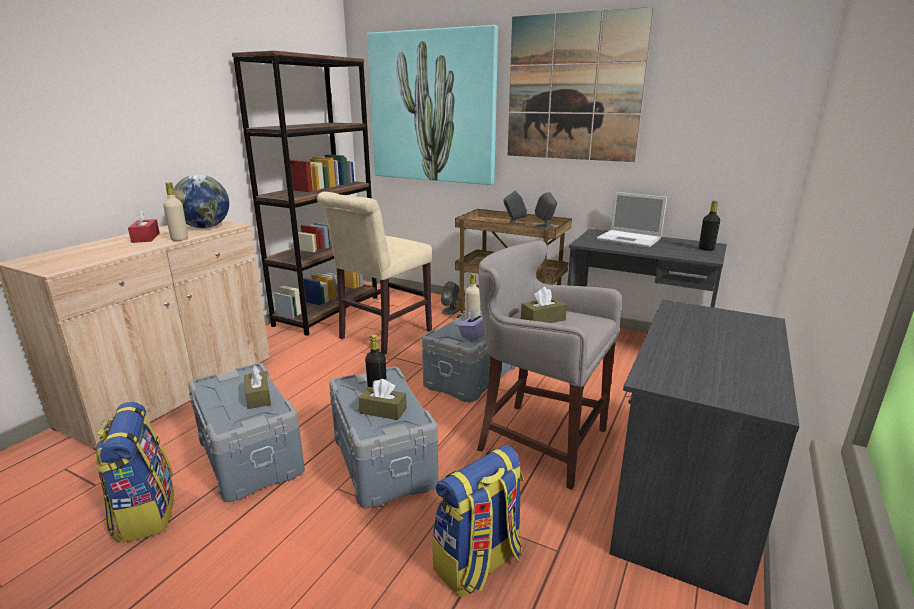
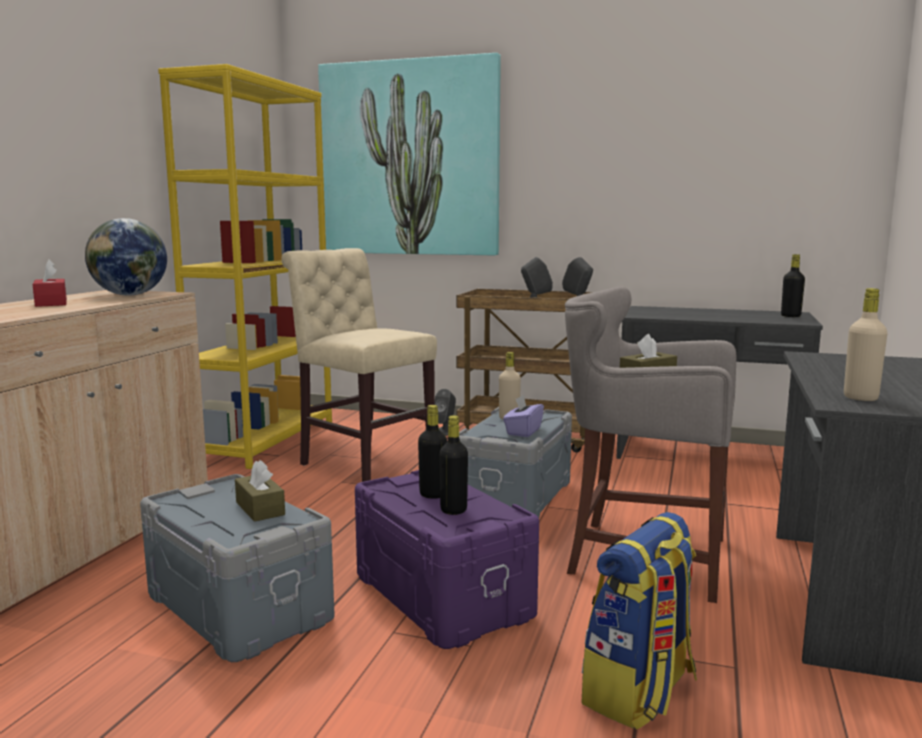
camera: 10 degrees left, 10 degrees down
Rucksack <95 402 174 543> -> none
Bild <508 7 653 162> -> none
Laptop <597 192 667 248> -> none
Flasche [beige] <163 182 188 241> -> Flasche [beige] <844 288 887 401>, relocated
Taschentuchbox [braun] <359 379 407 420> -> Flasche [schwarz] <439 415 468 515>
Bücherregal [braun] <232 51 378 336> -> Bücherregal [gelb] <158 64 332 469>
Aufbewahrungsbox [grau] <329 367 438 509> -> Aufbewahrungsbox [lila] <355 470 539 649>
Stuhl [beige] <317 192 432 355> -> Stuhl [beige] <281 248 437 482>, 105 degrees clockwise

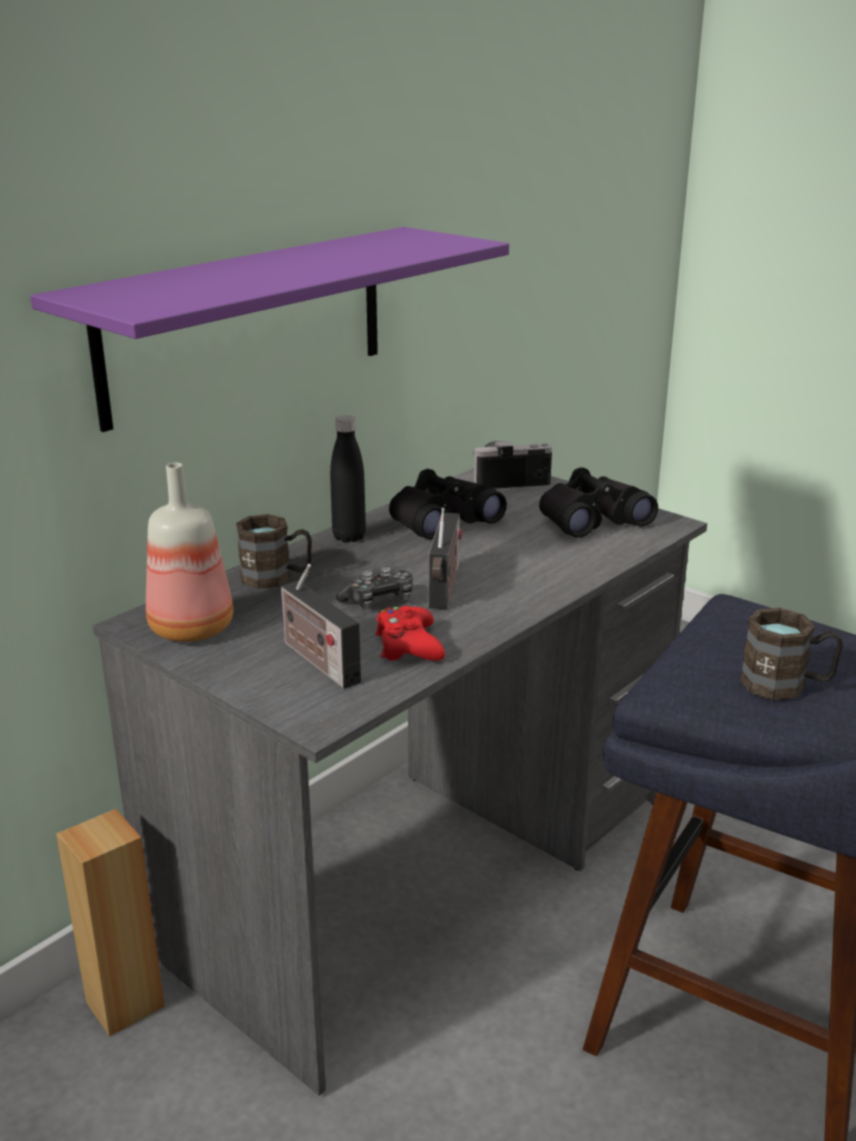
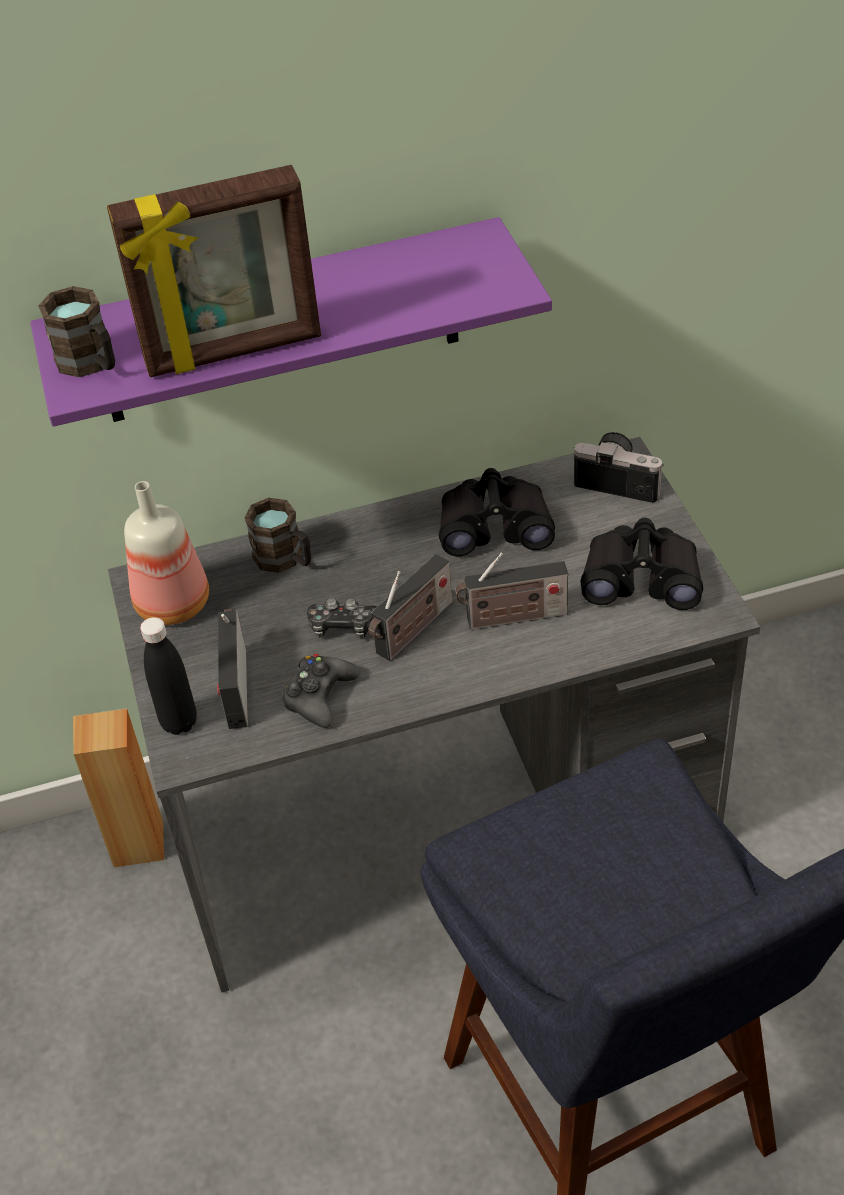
camera: 35 degrees right, 20 degrees up
none -> Bilderrahmen <107 165 321 377>
none -> Radio <455 552 568 630>
Flasche [schwarz] <330 415 366 542> -> Flasche [schwarz] <140 617 197 735>, relocated
Henkelbecher [braun] <740 608 843 700> -> Henkelbecher [braun] <38 286 115 377>, relocated
Gamepad [rot] <375 606 445 661> -> Gamepad [schwarz] <282 654 360 728>

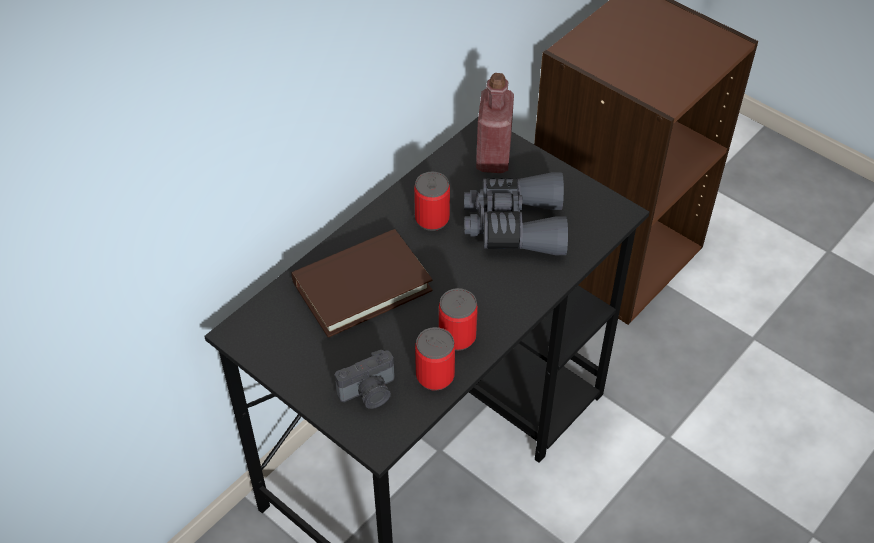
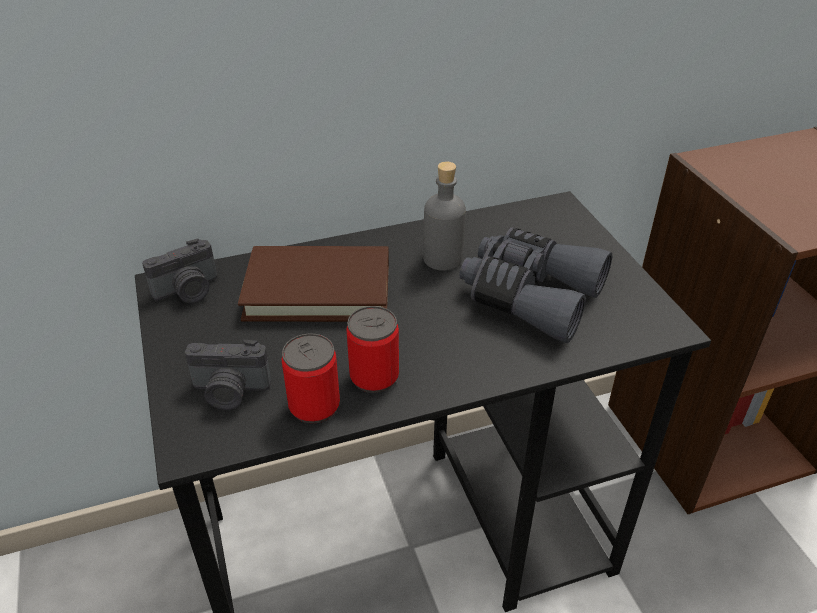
camera: 30 degrees right, 10 degrees down
Flasche [rot] <476 73 514 173> -> none
none -> Kamera <142 238 217 303>
Dose <414 172 450 231> -> Flasche [grau] <423 162 466 271>

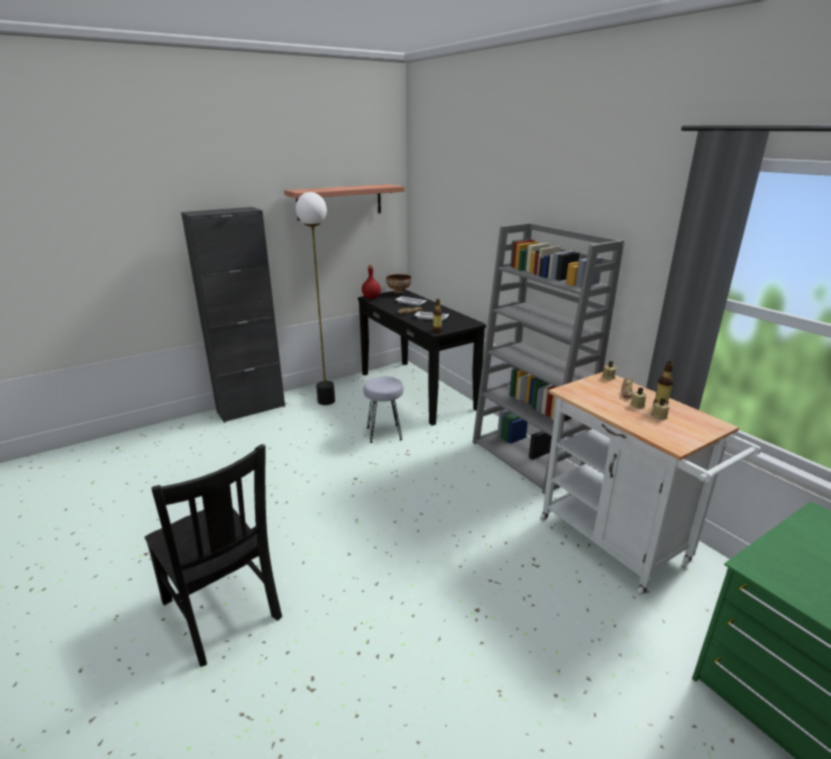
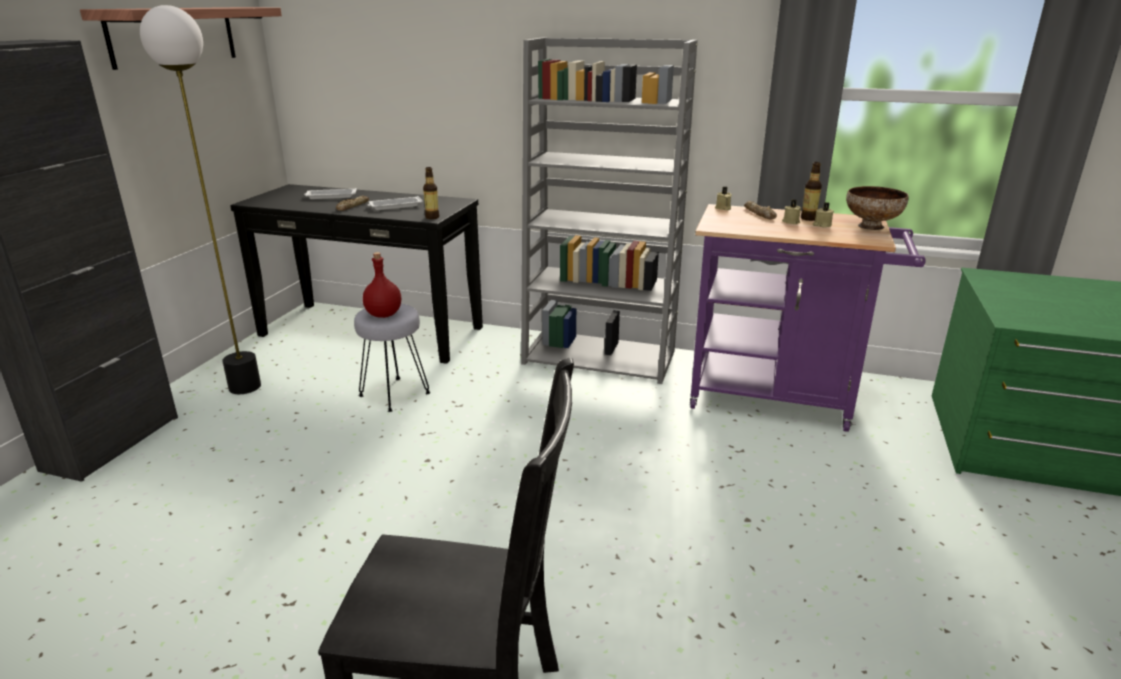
camera: 40 degrees left, 0 degrees up
Flasche [rot] <362 265 381 299> -> Flasche [rot] <363 252 401 318>, relocated
Schüssel <386 274 412 294> -> Schüssel <846 186 908 230>, relocated
Rollwagen [weiß] <540 372 761 596> -> Rollwagen [lila] <690 204 926 432>

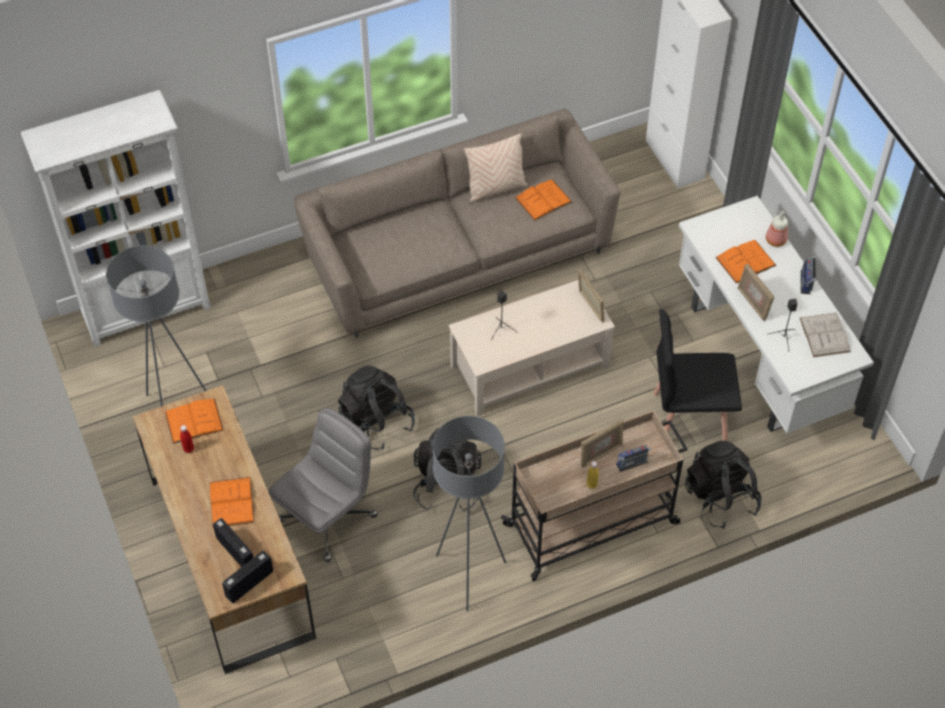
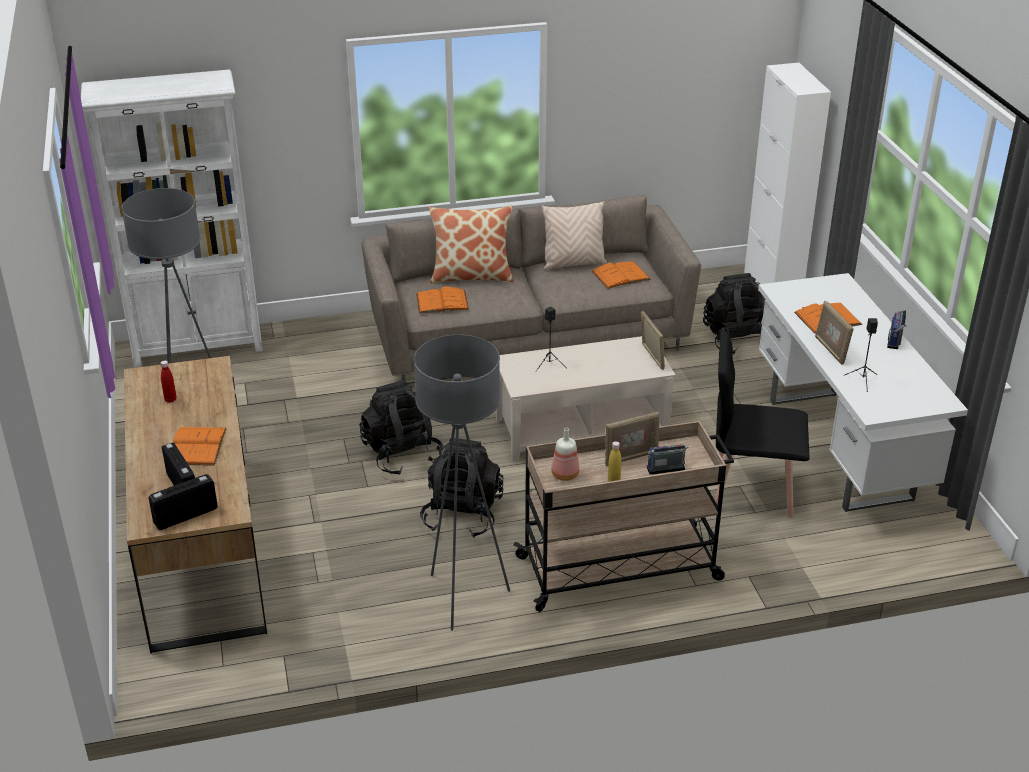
camera: 10 degrees right, 20 degrees down
Bürostuhl [grau] <269 408 378 562> -> none
Buch [weiß] <800 313 851 357> -> none
none -> Kissen <429 206 513 283>
Buch [orange] <165 399 224 444> -> Buch [orange] <416 287 469 314>, relocated
Rucksack [schwarz] <685 441 762 529> -> Rucksack [schwarz] <703 273 766 355>, relocated
Flasche <766 211 788 247> -> Flasche <551 428 579 481>, relocated

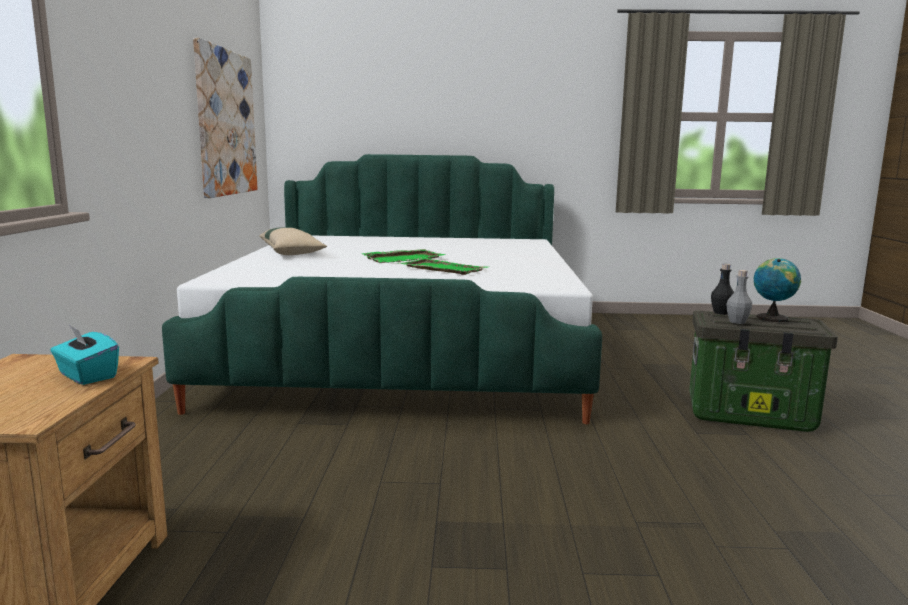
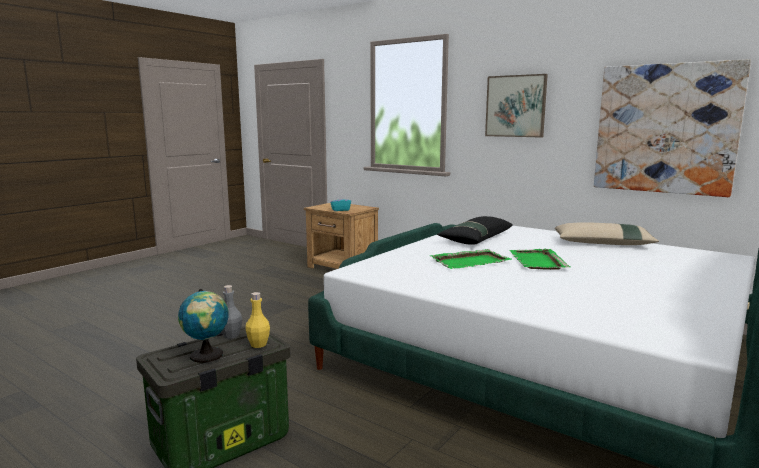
camera: 125 degrees right, 0 degrees up
none -> Kissen [schwarz] <437 216 513 245>
none -> Bild <485 74 548 138>
Flasche [schwarz] <711 264 734 315> -> Flasche [gelb] <245 292 270 348>

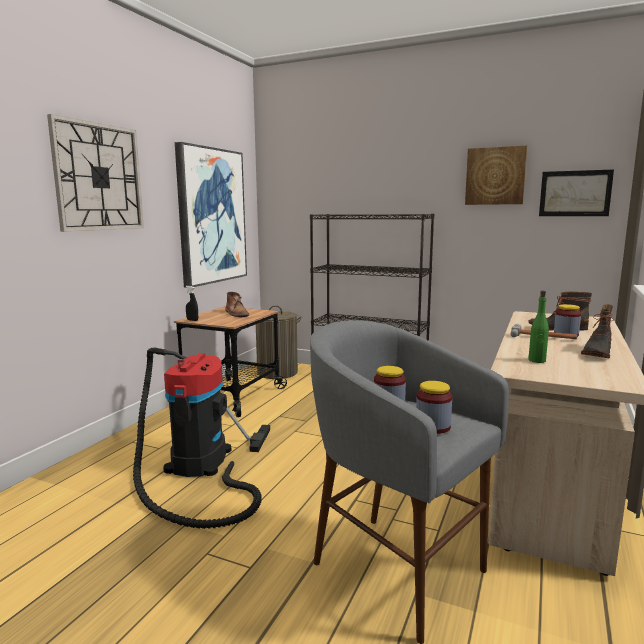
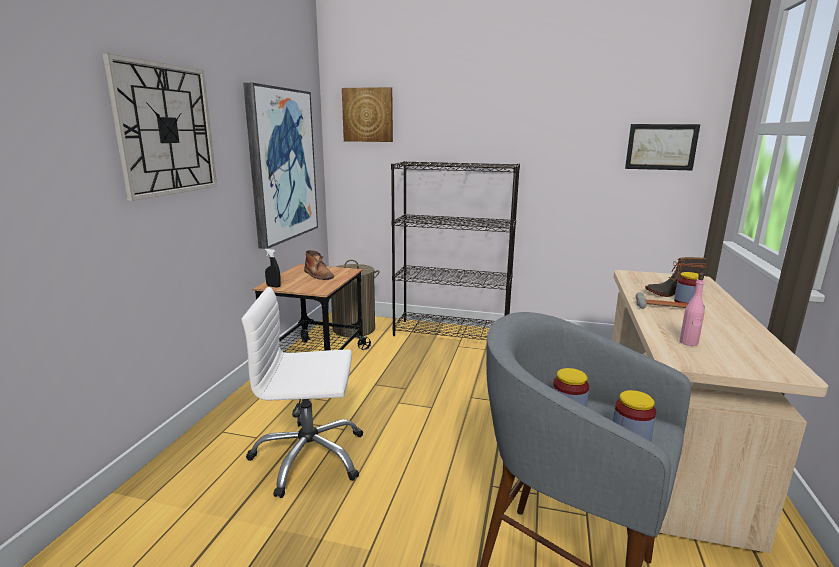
camera: 10 degrees left, 5 degrees up
Stiefel <581 304 614 358> -> none
Bild <465 145 527 205> -> Bild <342 87 393 142>, relocated
Staubsauger <133 348 270 529> -> Bürostuhl [weiß] <241 287 363 498>
Flasche [grün] <528 291 549 363> -> Flasche [rosa] <679 273 705 346>

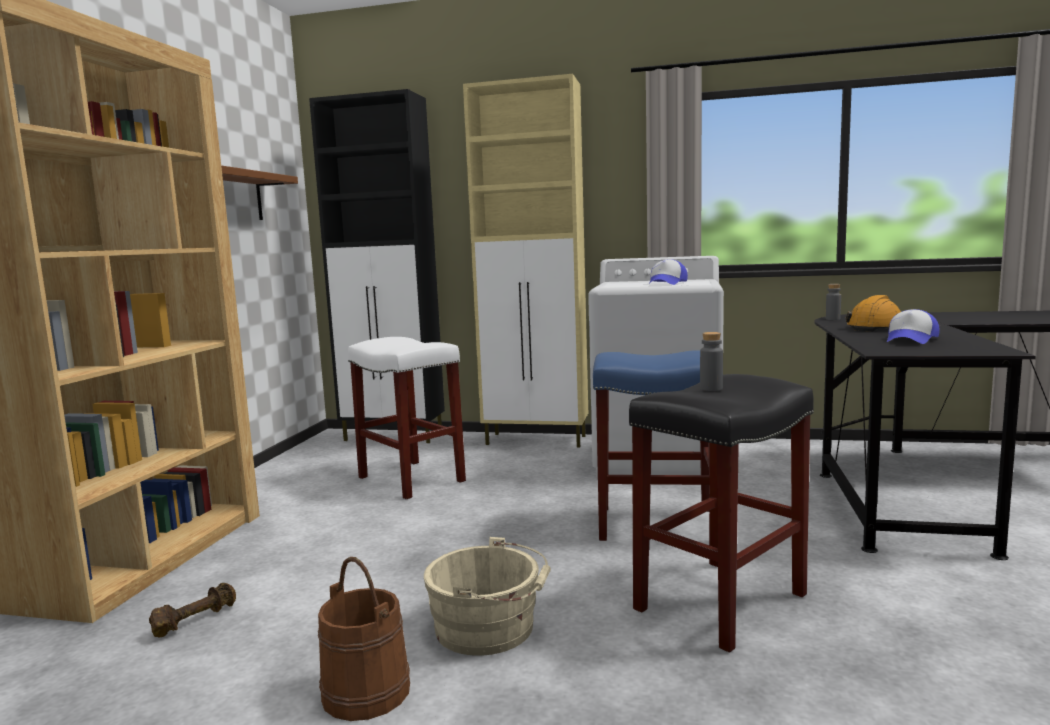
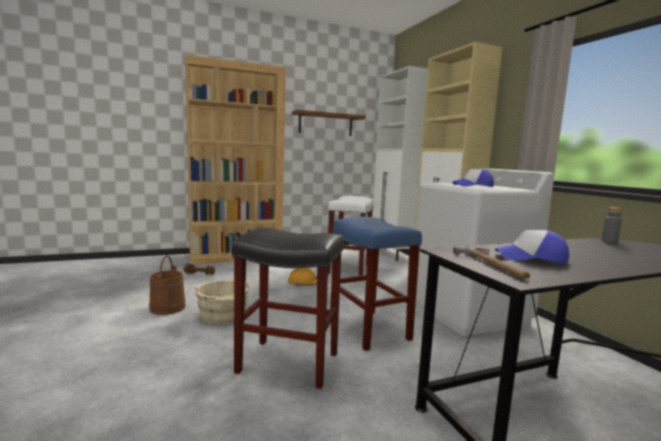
camera: 55 degrees right, 0 degrees up
Flasche [grau] <700 332 723 391> -> none
none -> Hammer <453 247 530 279>
Schutzhelm [orange] <845 295 901 332> -> Schutzhelm [orange] <288 268 317 286>, relocated
Schrank [schwarz] <309 89 445 443> -> Schrank [weiß] <372 66 428 261>

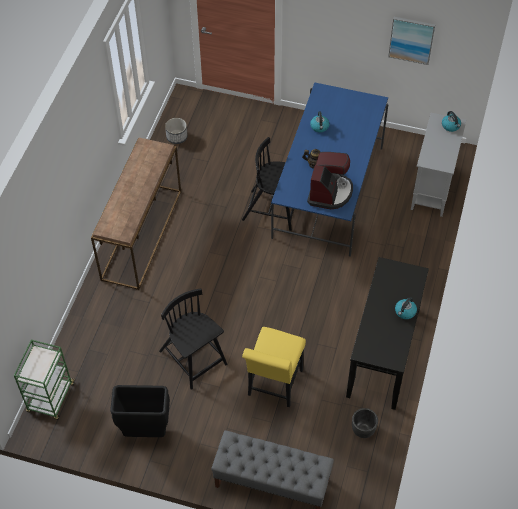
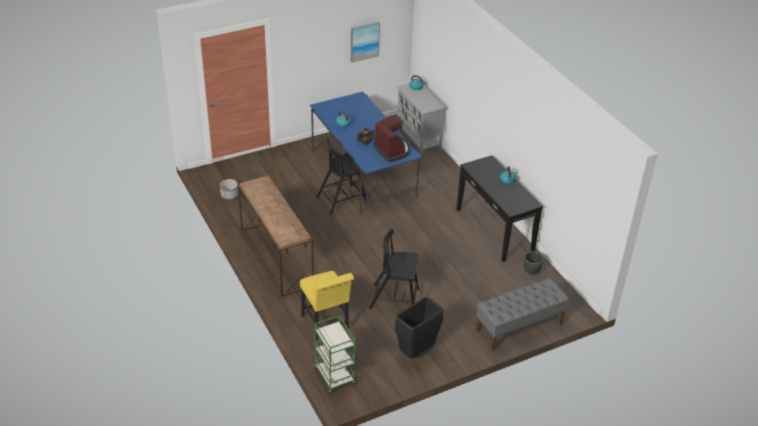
camera: 45 degrees left, 15 degrees down
Stuhl [gelb] <242 327 306 407> -> Stuhl [gelb] <300 271 354 340>, relocated

